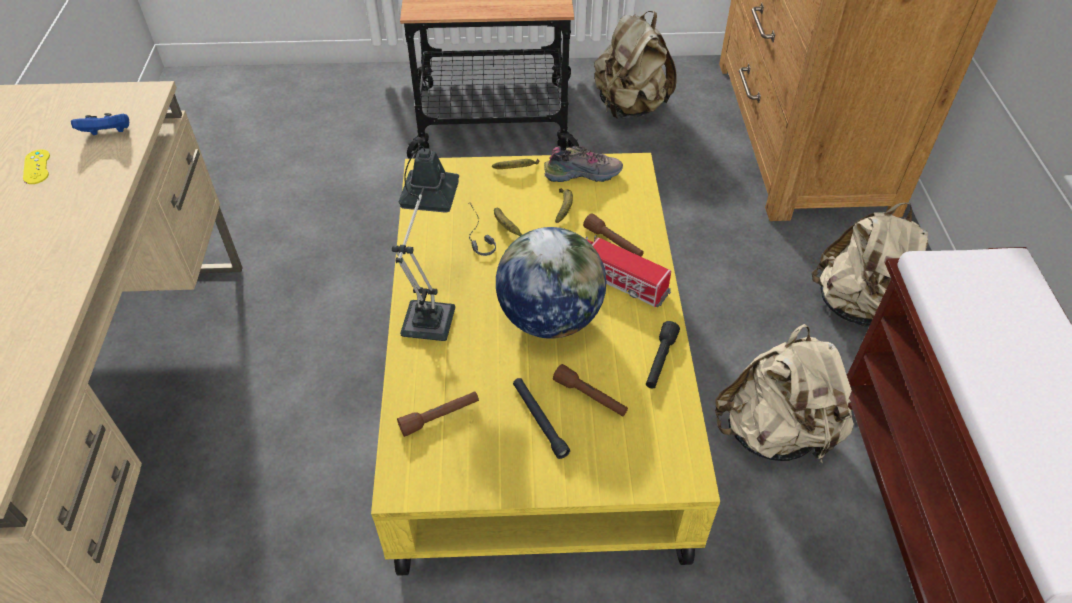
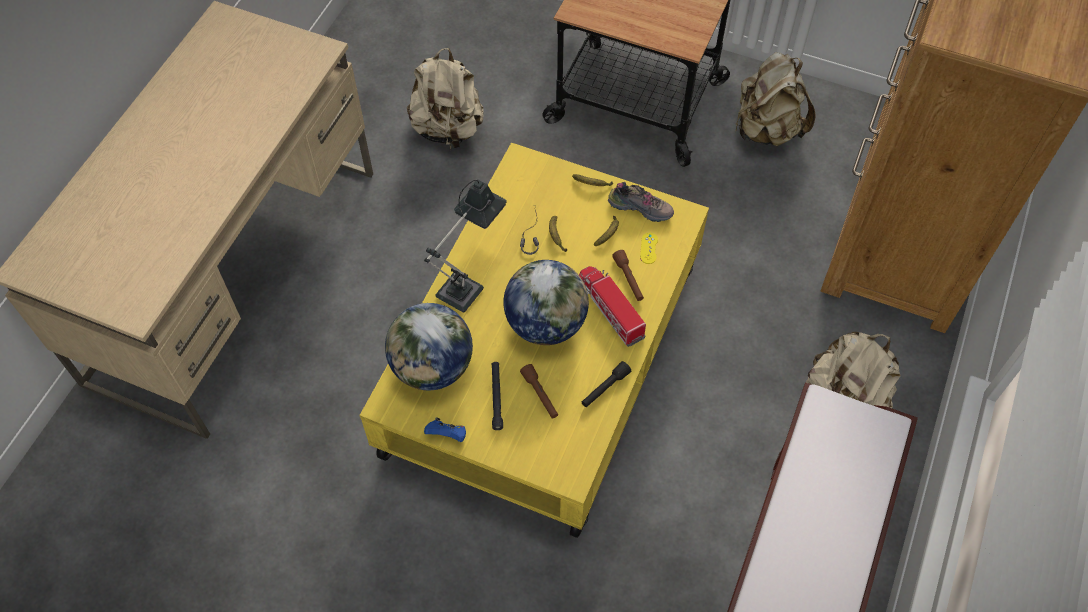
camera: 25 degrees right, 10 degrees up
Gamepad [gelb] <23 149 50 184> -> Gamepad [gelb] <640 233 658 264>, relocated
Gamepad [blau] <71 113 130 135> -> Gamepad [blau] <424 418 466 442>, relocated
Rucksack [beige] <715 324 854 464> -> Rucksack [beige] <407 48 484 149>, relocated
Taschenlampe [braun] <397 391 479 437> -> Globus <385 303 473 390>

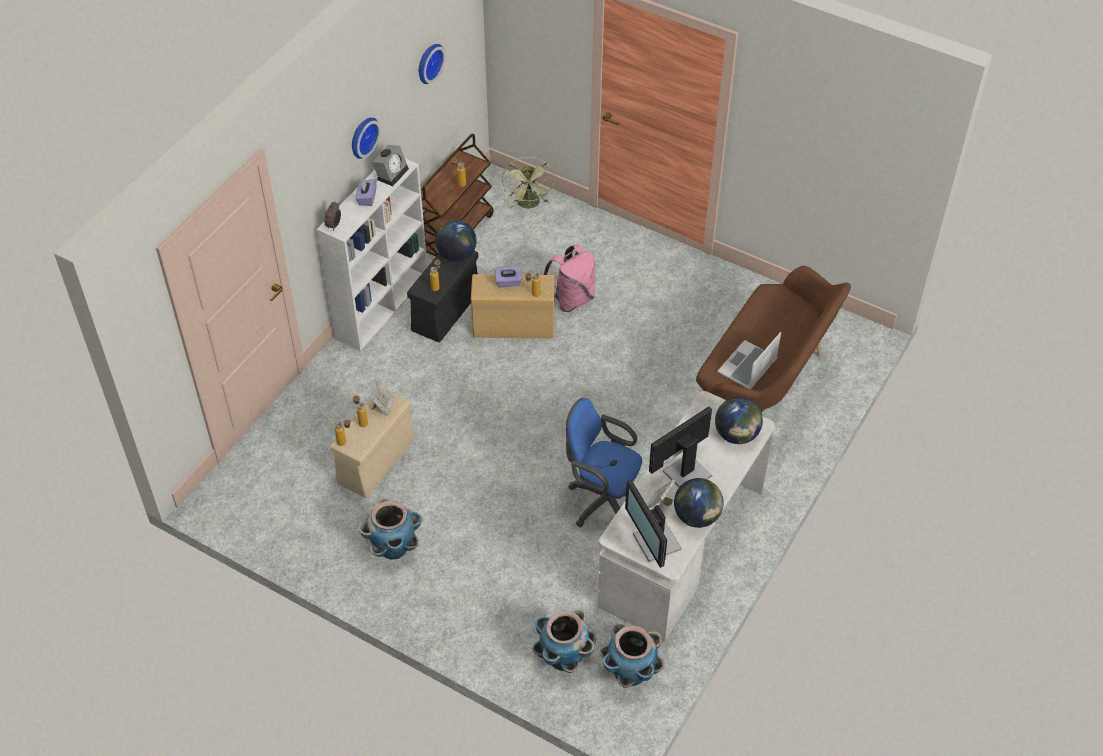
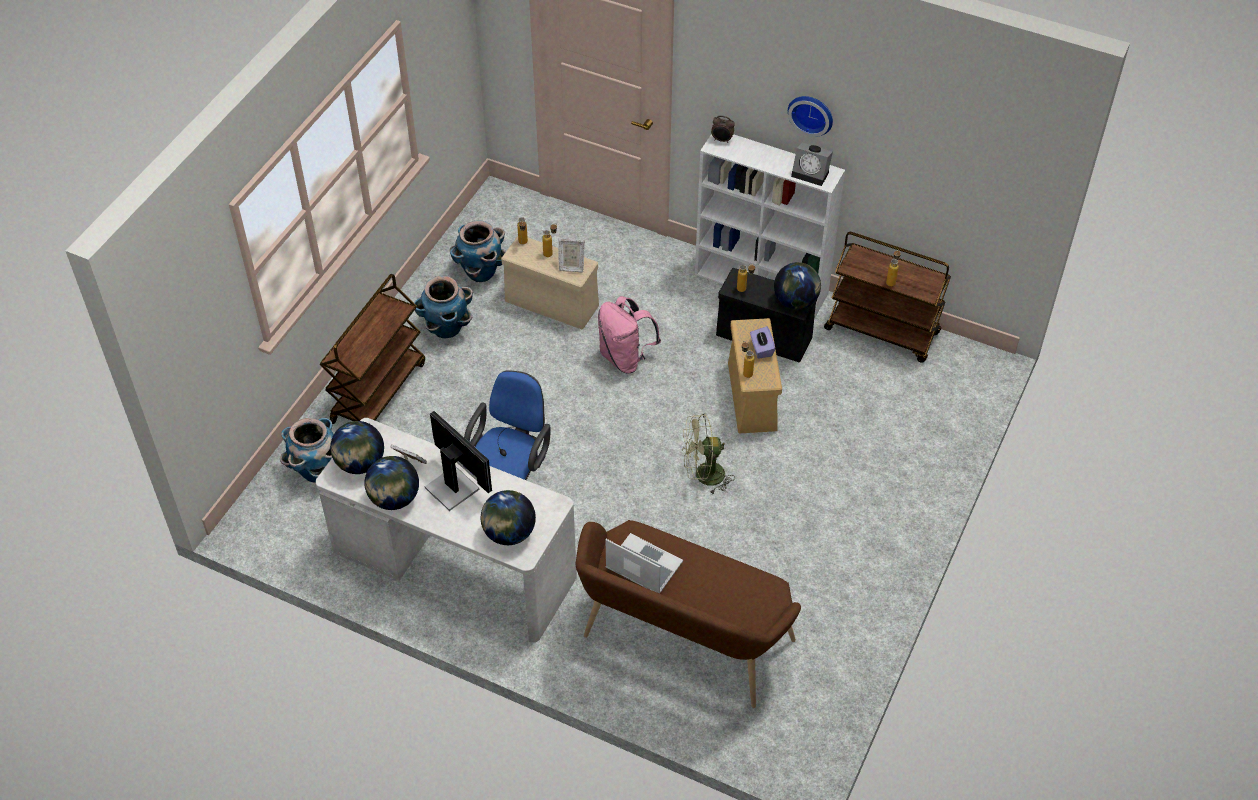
camera: 85 degrees right, 0 degrees up
Taschentuchbox [lila] <356 179 377 206> -> none
Wanduhr <419 44 446 84> -> none
none -> Rollwagen [braun] <320 274 425 424>
Ventilator [grün] <502 157 555 209> -> Ventilator [grün] <682 413 735 494>, relocated
Rucksack [rosa] <544 245 595 312> -> Rucksack [rosa] <598 296 661 373>, relocated
Pflanzkübel <600 623 665 688> -> Pflanzkübel <449 221 506 282>, relocated
Monitor <625 479 682 568> -> Globus <330 421 384 474>

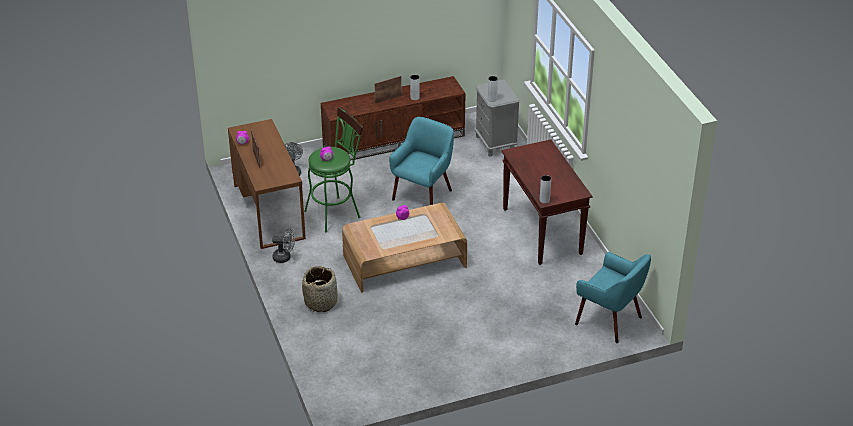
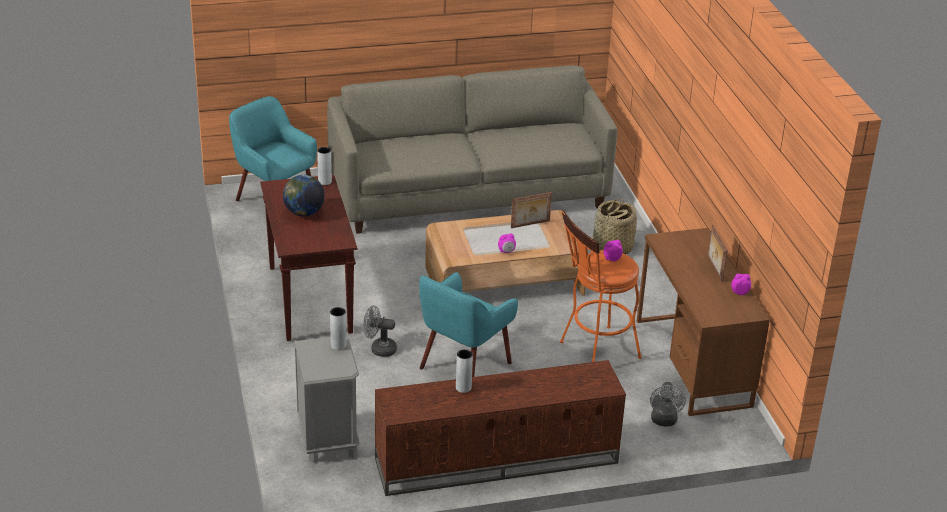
camera: 175 degrees left, 5 degrees down
none -> Globus <283 175 325 217>
none -> Sofa [grau] <327 65 617 234>
Ventilator [grau] <272 228 295 263> -> Ventilator [grau] <363 305 397 357>, relocated
Bilderrahmen <375 76 402 104> -> Bilderrahmen <511 192 552 228>, relocated
Hocker [grün] <304 107 363 233> -> Hocker [orange] <560 210 642 362>

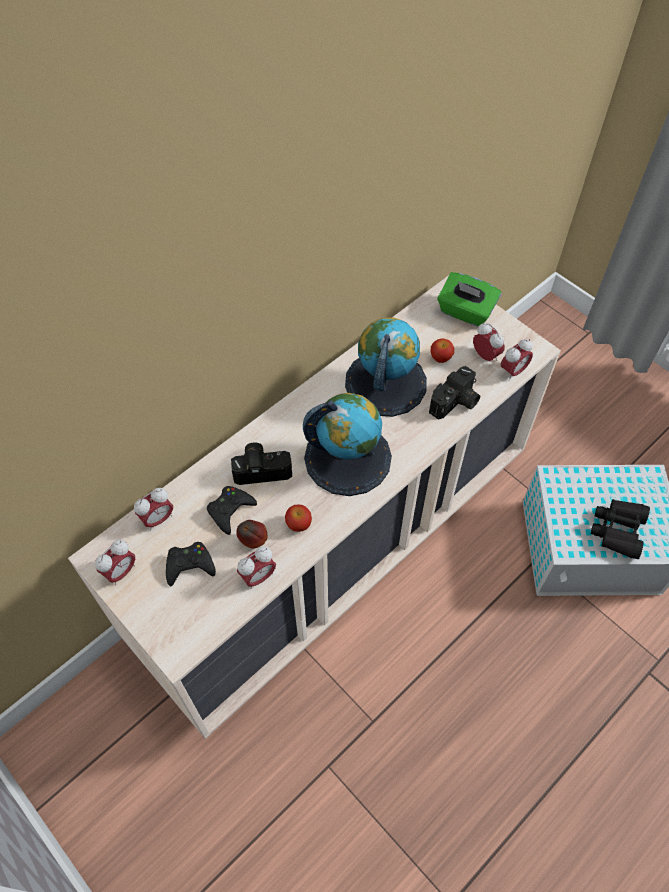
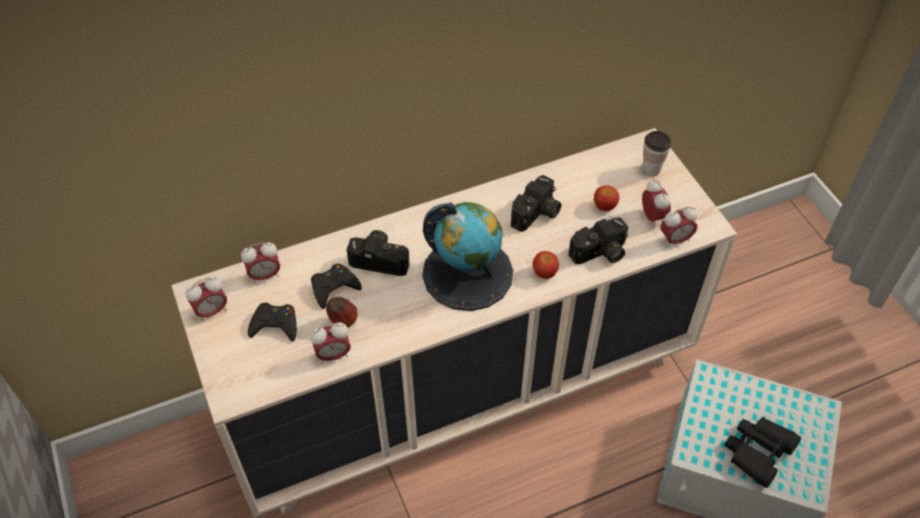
camera: 20 degrees right, 5 degrees down
Apfel <285 504 312 532> -> Apfel <533 251 559 279>, relocated
Globus <345 317 427 417> -> Kamera <511 175 562 232>
Taschentuchbox [grün] <437 272 502 327> -> Tasse <642 131 671 176>

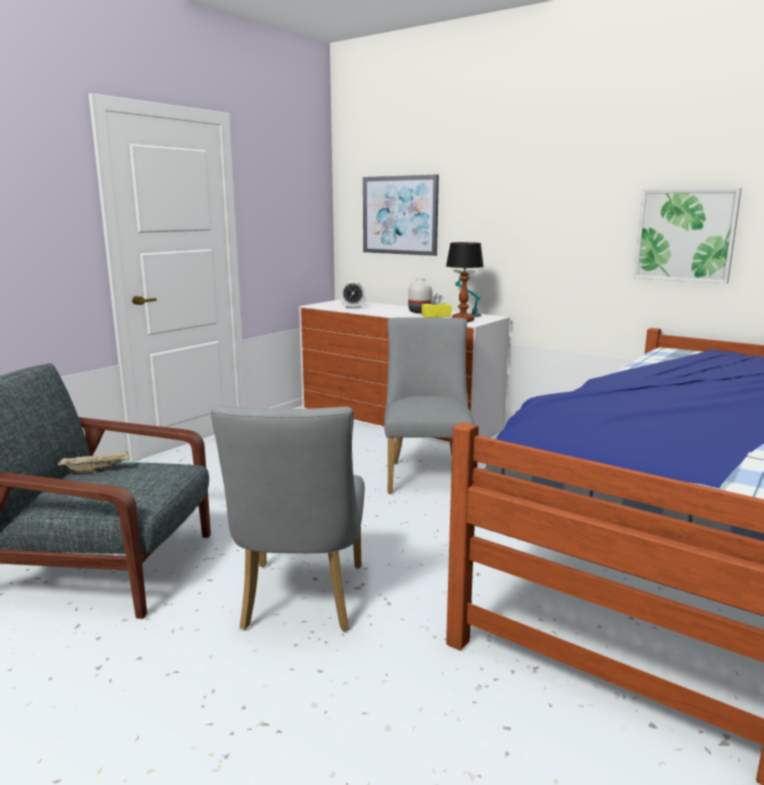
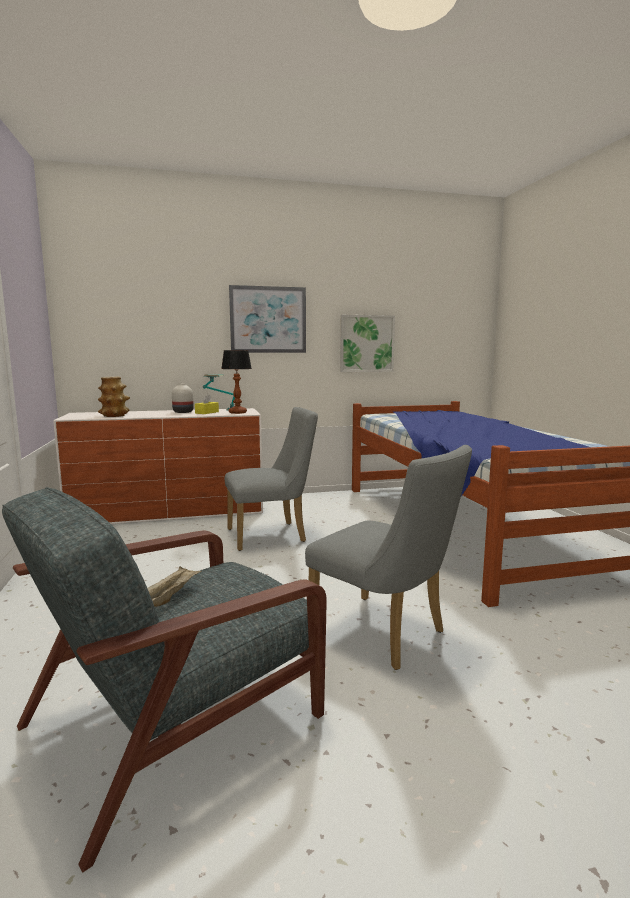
camera: 50 degrees left, 5 degrees down
Bild <363 175 439 256> -> Bild <229 285 306 353>, relocated
Wecker <341 280 366 309> -> Vase <98 377 130 417>
Stuhl [grau] <384 317 474 494> -> Stuhl [grau] <225 407 318 551>, 120 degrees clockwise

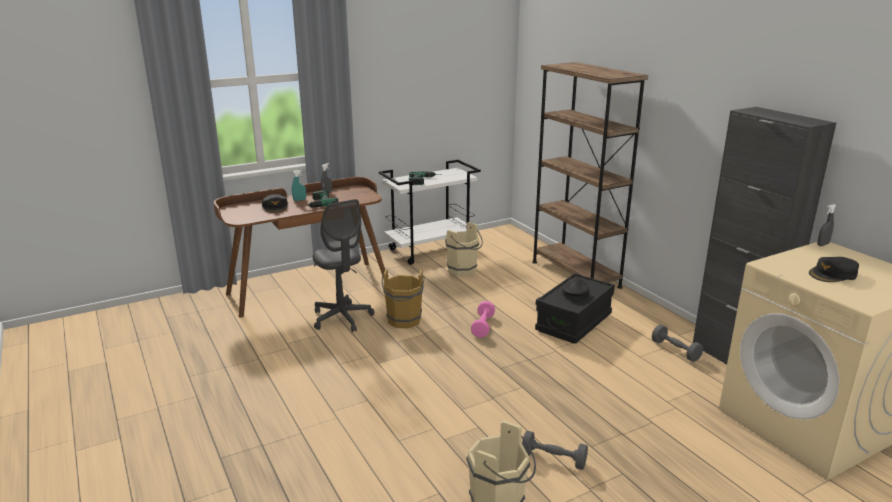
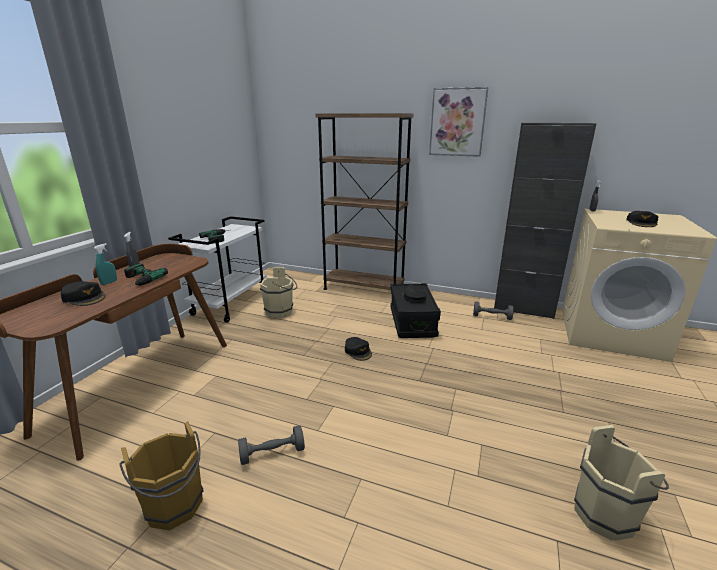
camera: 40 degrees left, 0 degrees up
Bürostuhl [grau] <313 199 374 332> -> none
none -> Bild <429 87 488 157>
Eimer [braun] <382 269 425 328> -> Eimer [braun] <120 421 204 530>, relocated
Hantel [grau] <522 431 588 470> -> Hantel [grau] <238 425 305 465>, relocated
Hantel [rosa] <471 301 495 338> -> Kappe [schwarz] <345 337 372 361>

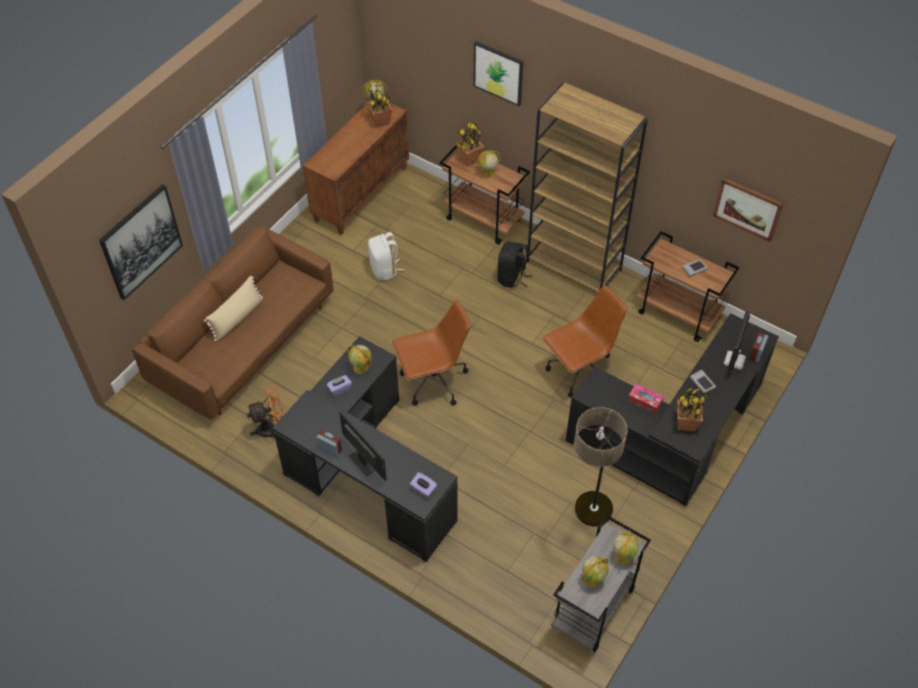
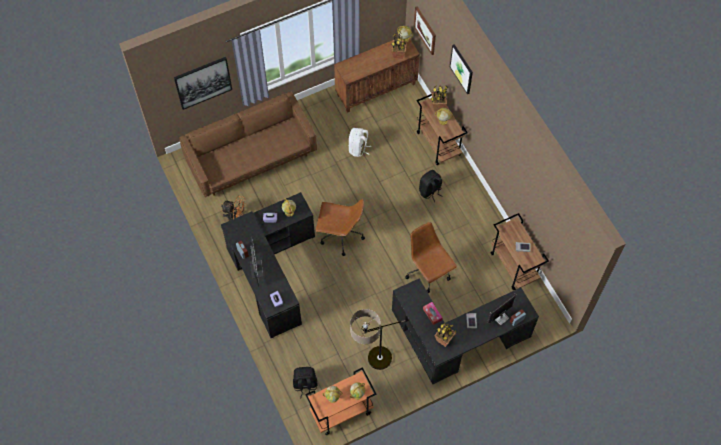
camera: 30 degrees right, 10 degrees up
Kissen [beige] <204 276 263 341> -> none
Bücherregal [braun] <527 83 648 292> -> none
none -> Rucksack [schwarz] <293 367 318 398>
Bild <713 178 784 242> -> Bild <414 6 436 55>, relocated
Rollwagen [grau] <551 515 651 652> -> Rollwagen [orange] <305 367 377 435>
Bürostuhl [braun] <542 285 627 398> -> Bürostuhl [braun] <405 222 457 293>, 120 degrees counterclockwise

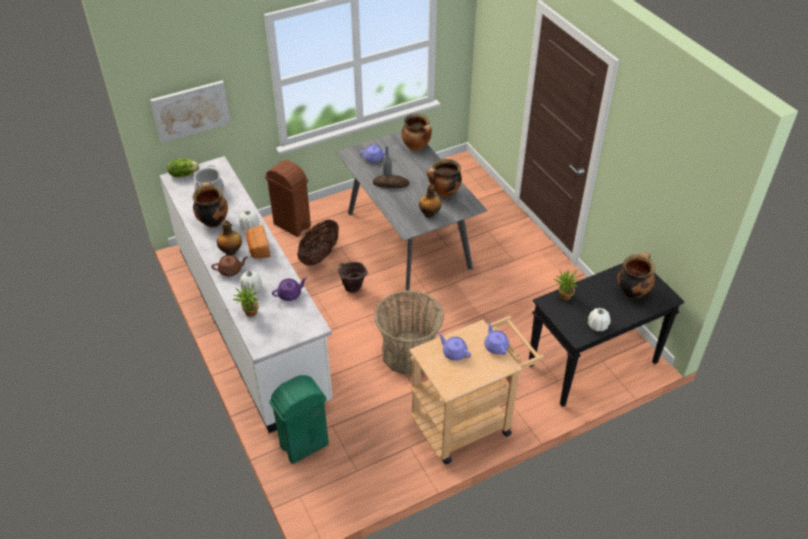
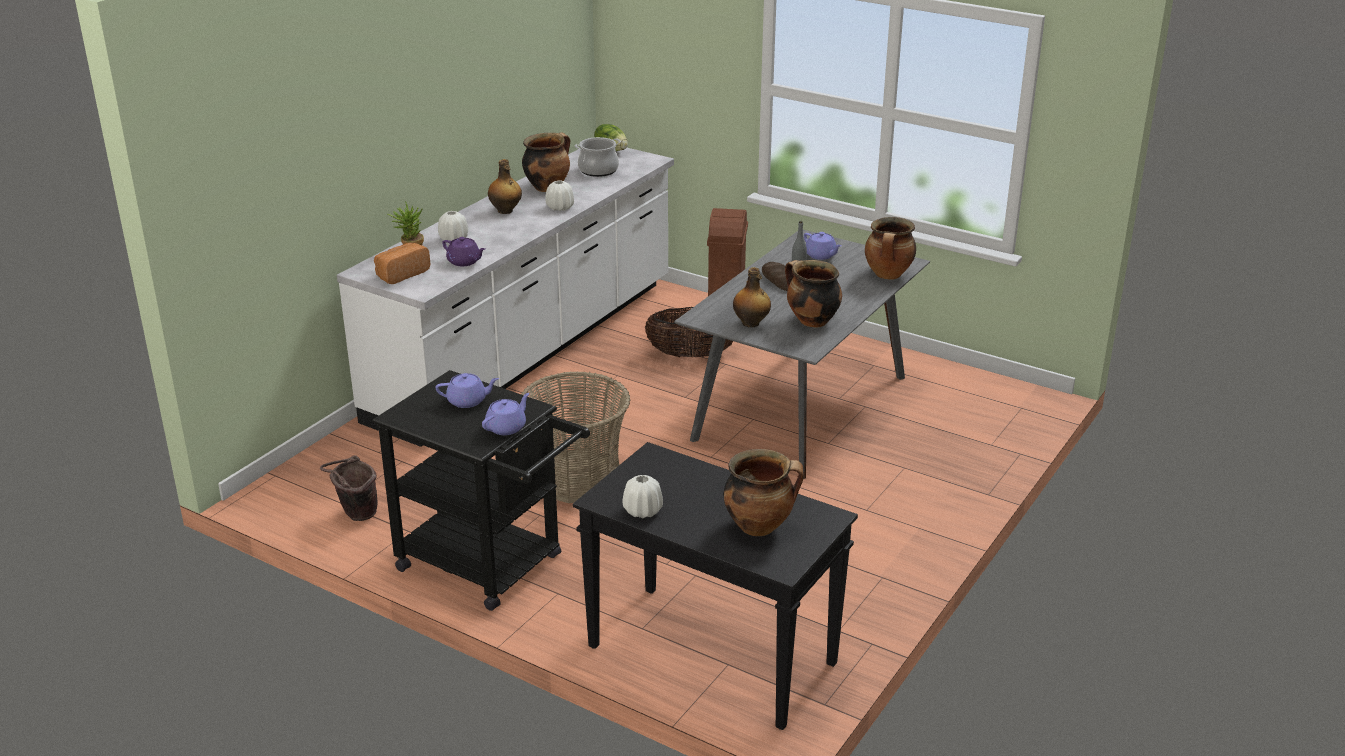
camera: 60 degrees right, 15 degrees down
Bild <150 80 231 143> -> none
Teekanne [braun] <211 255 248 276> -> none
Mülleimer [grün] <269 375 329 464> -> none
Topfpflanze <554 269 580 300> -> none
Brot <246 225 271 259> -> Brot <374 243 430 284>, relocated
Eimer [braun] <337 262 368 293> -> Eimer [braun] <320 455 378 521>, relocated
Rollwagen [beige] <409 316 544 465> -> Rollwagen [schwarz] <372 370 590 611>
Teekanne [lila] <438 333 471 361> -> Teekanne [lila] <436 373 499 408>, 75 degrees clockwise

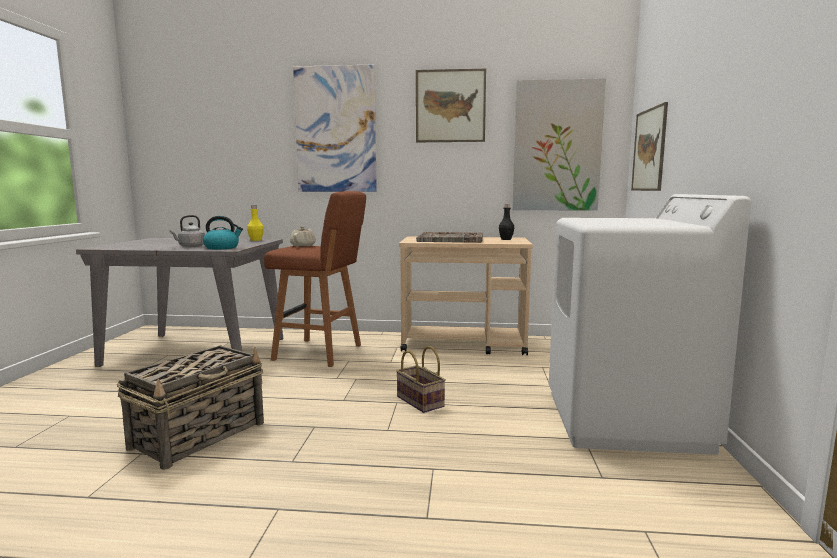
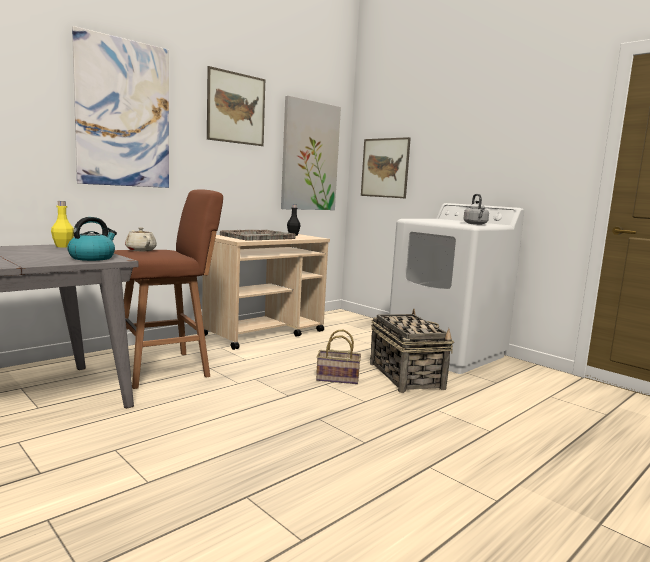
camera: 50 degrees left, 0 degrees up
Korb <117 345 264 470> -> Korb <370 309 454 393>, relocated
Wasserkessel [grau] <170 215 205 247> -> Wasserkessel [grau] <463 194 489 225>, relocated

